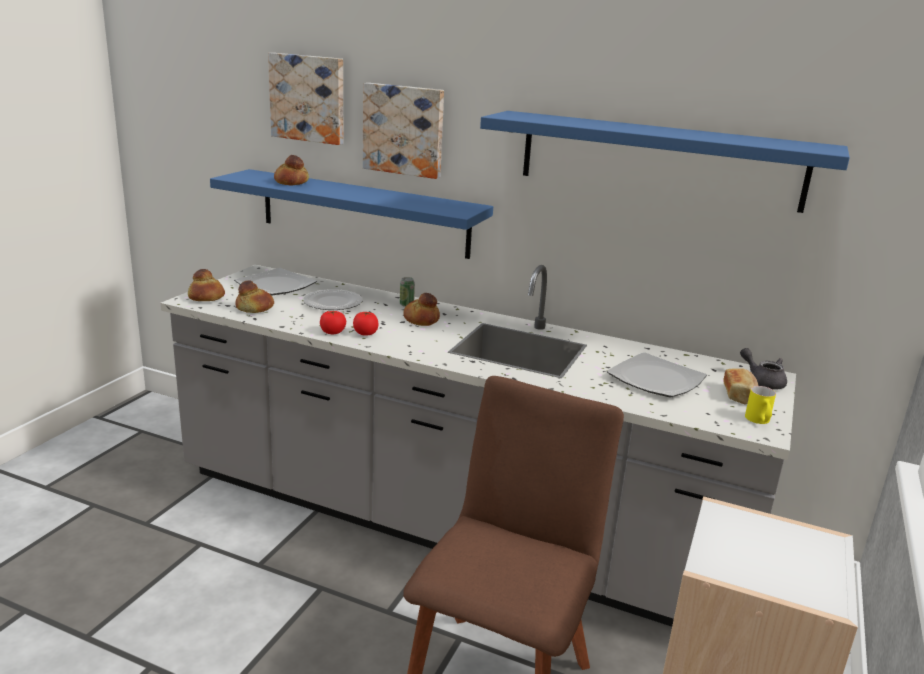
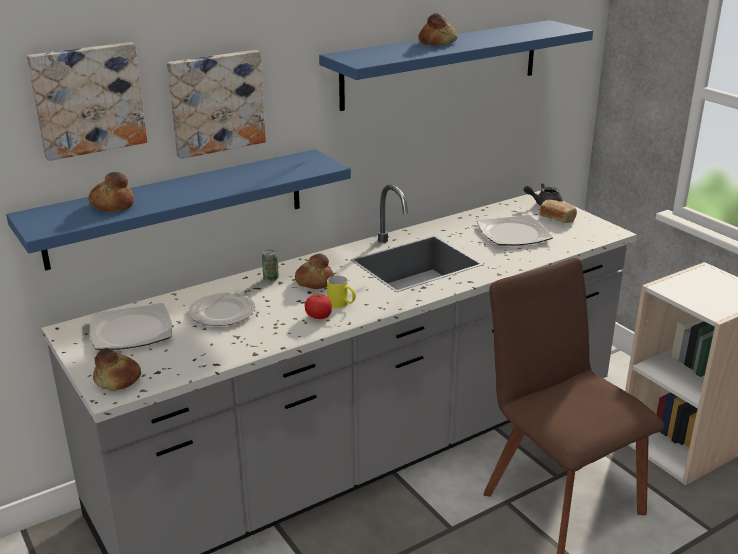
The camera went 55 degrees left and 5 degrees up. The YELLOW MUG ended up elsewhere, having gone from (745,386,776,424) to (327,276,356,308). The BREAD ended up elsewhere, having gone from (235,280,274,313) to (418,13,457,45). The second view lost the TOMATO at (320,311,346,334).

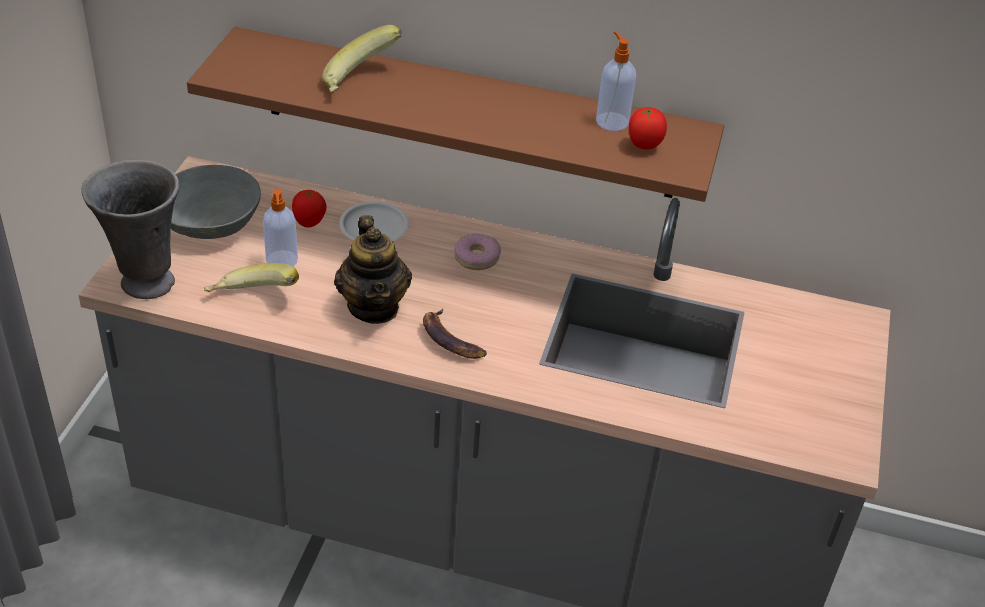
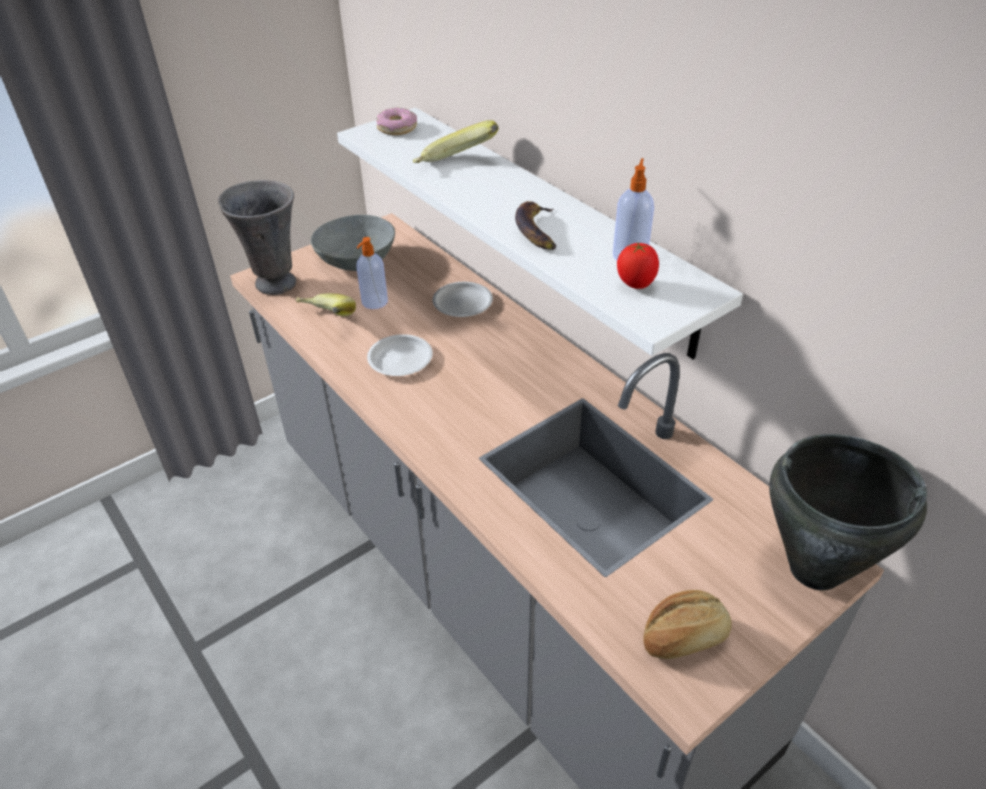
The camera went 40 degrees right and 0 degrees up. What was the BROWN SHELF at (187,27,724,202) turned into the WHITE SHELF at (337,108,743,359). Where the TEAPOT stood at (334,215,412,324), the WHITE PLATE came to stand at (367,334,433,376). The DONUT ended up elsewhere, having gone from (454,233,501,270) to (376,108,417,135). The BANANA ended up elsewhere, having gone from (423,308,487,359) to (515,201,556,250). The second view gained the BREAD at (643,590,732,659). The second view gained the BLACK COOKING POT at (769,434,927,590). The second view lost the TOMATO at (292,190,327,228).

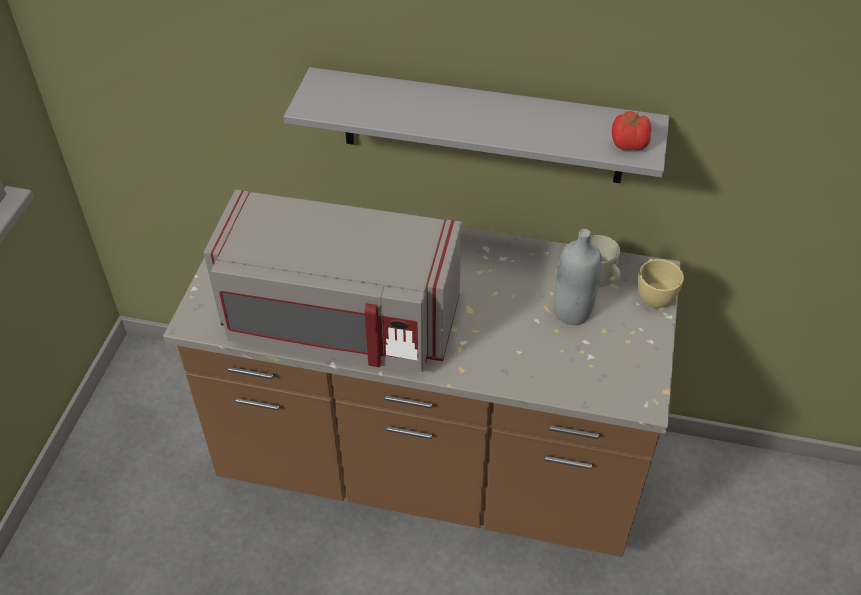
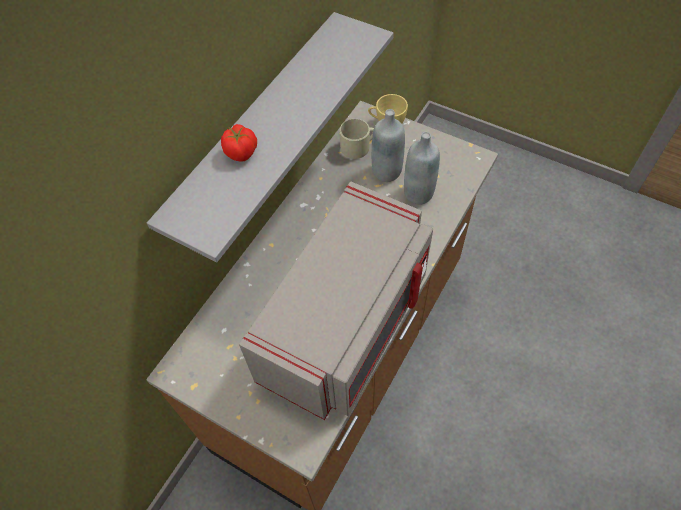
The camera went 70 degrees left and 10 degrees up. The TOMATO ended up elsewhere, having gone from (612,111,652,150) to (221,124,257,162). The second view gained the GREY BOTTLE at (404,132,440,205).

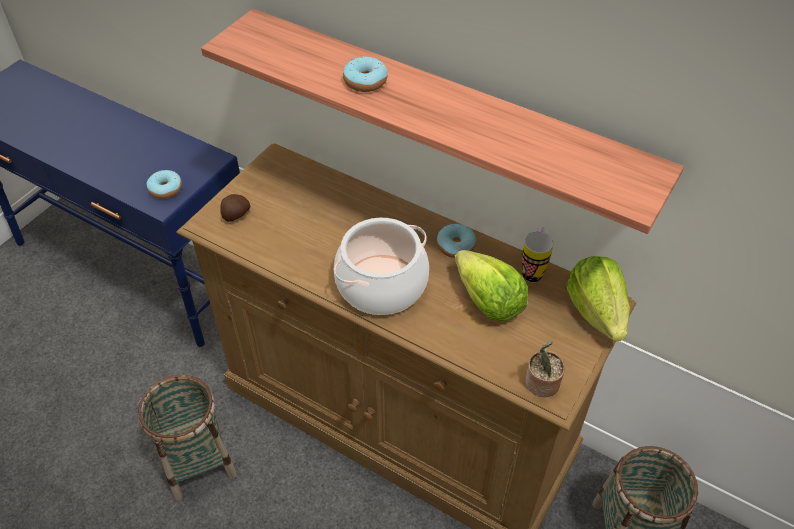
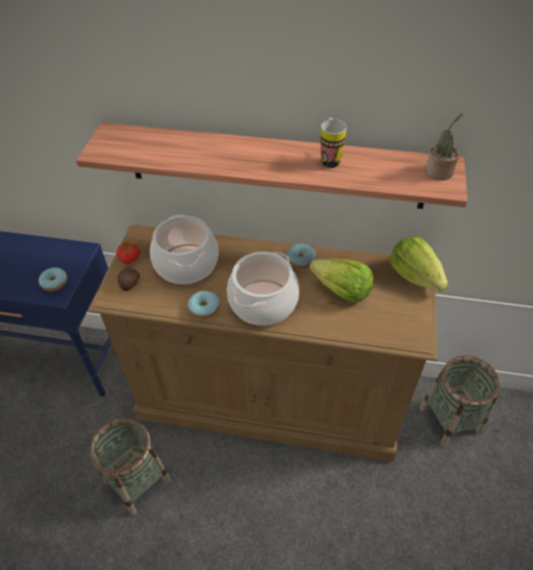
The camera went 20 degrees left and 0 degrees up. The second view gained the TOMATO at (117,243,140,264). The second view gained the COOKING POT at (150,215,219,284). The DONUT ended up elsewhere, having gone from (343,56,388,92) to (188,291,220,319). The MUG ended up elsewhere, having gone from (522,227,554,282) to (320,117,347,168). The POTTED PLANT ended up elsewhere, having gone from (525,342,565,397) to (425,113,463,180).

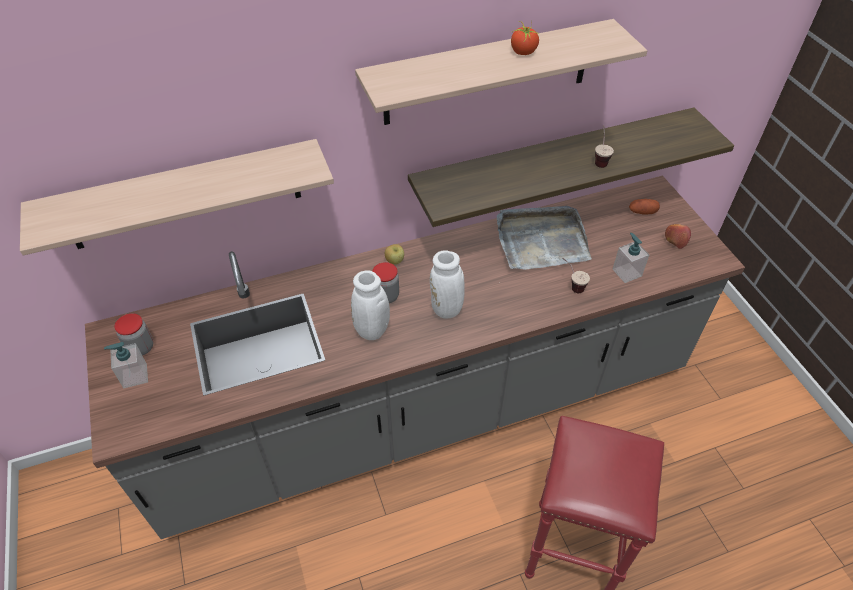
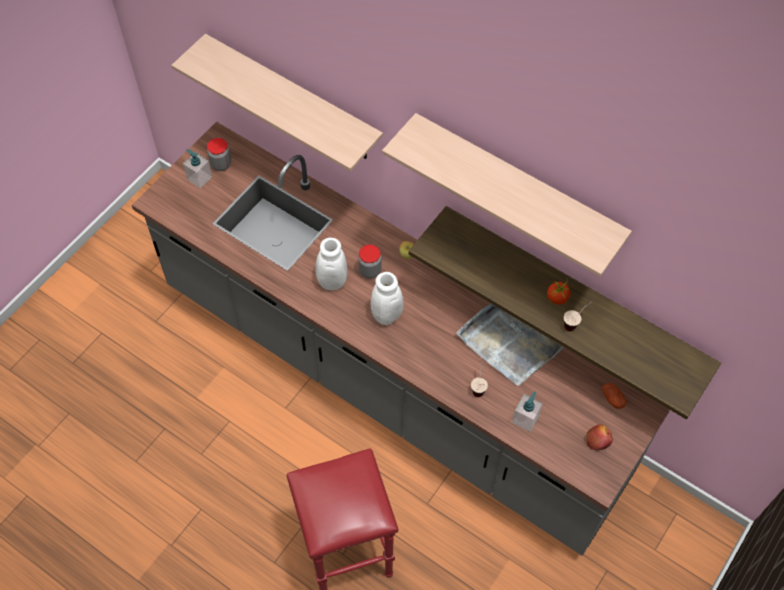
The camera went 55 degrees right and 10 degrees up. The TOMATO ended up elsewhere, having gone from (511,21,539,55) to (547,278,571,305).

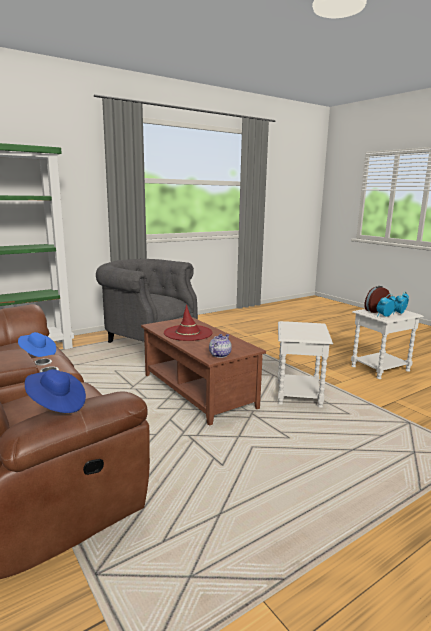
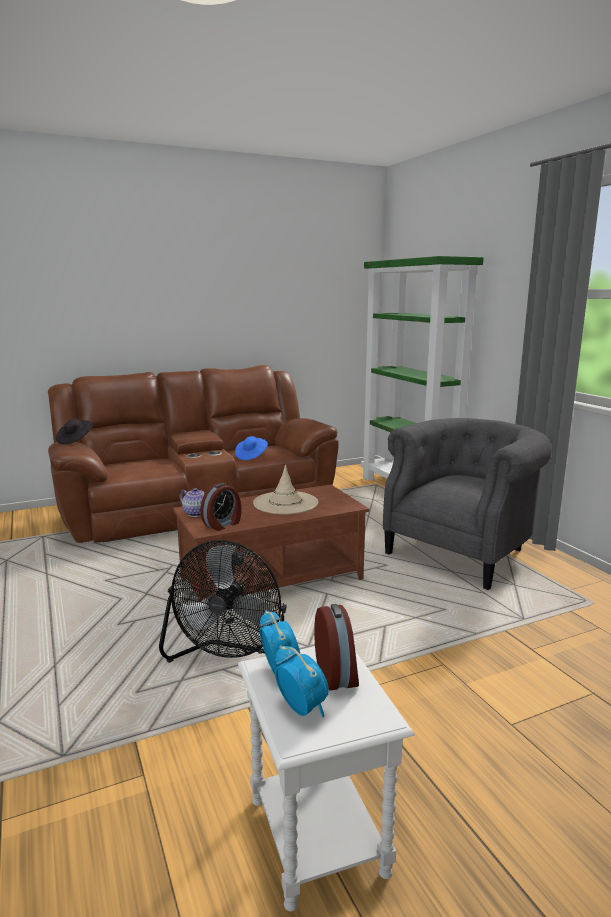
The camera went 100 degrees right and 0 degrees up. What was the BLUE HAT at (25,369,86,413) turned into the BLACK HAT at (56,418,93,444). Where the WHITE SIDE TABLE stood at (277,321,333,408), the BLACK FAN came to stand at (159,540,286,663). The second view gained the ALARM CLOCK at (200,483,242,531). What was the RED HAT at (164,305,213,341) turned into the BEIGE HAT at (253,465,318,514).

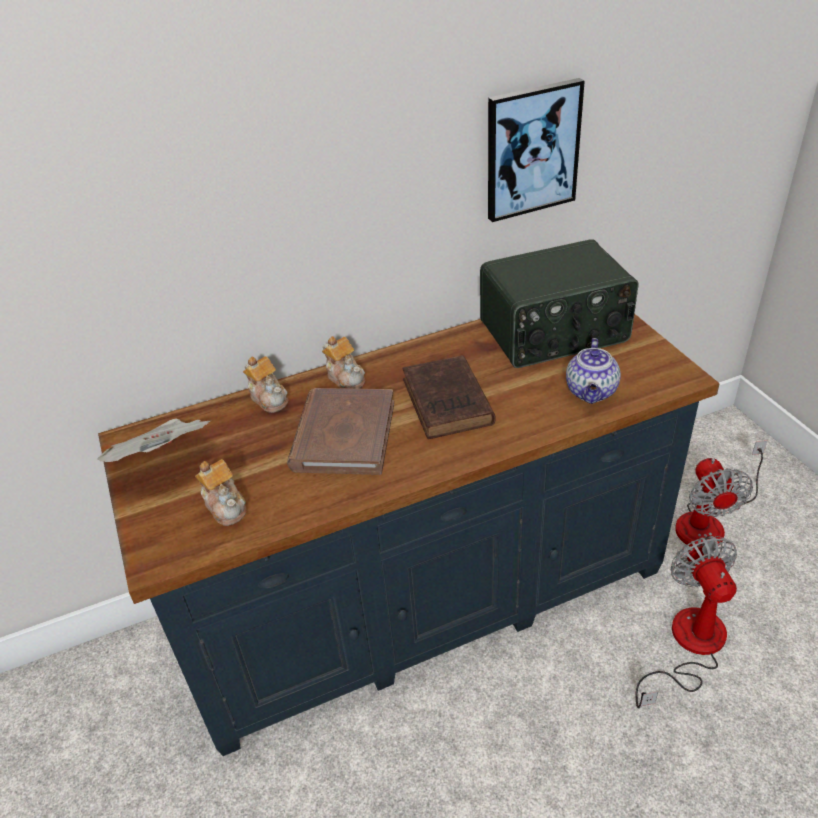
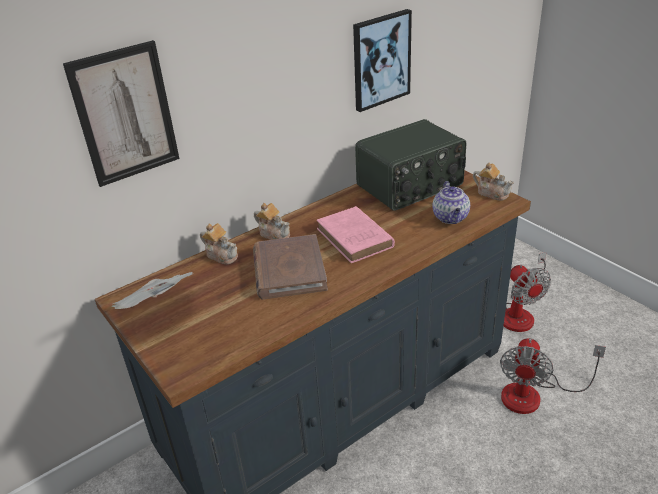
The camera went 15 degrees left and 5 degrees down. The second view gained the PICTURE at (63,40,180,187). What was the BROWN BOOK at (402,355,496,439) turned into the PINK BOOK at (316,206,395,263). The TEAPOT ended up elsewhere, having gone from (195,459,247,526) to (473,163,514,200). The FAN at (636,536,737,708) ended up facing another way, 135 degrees counterclockwise from before.

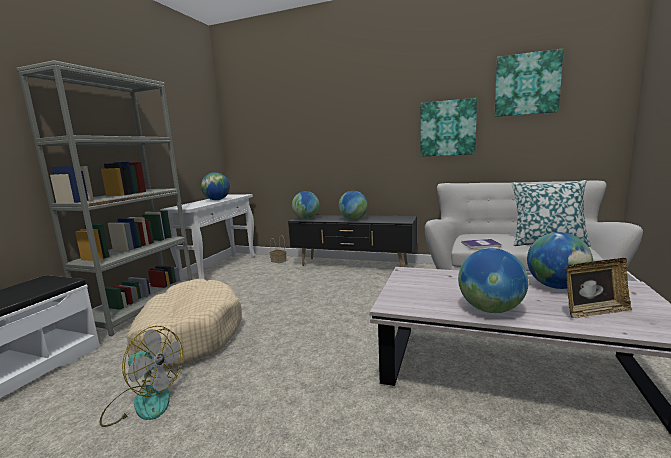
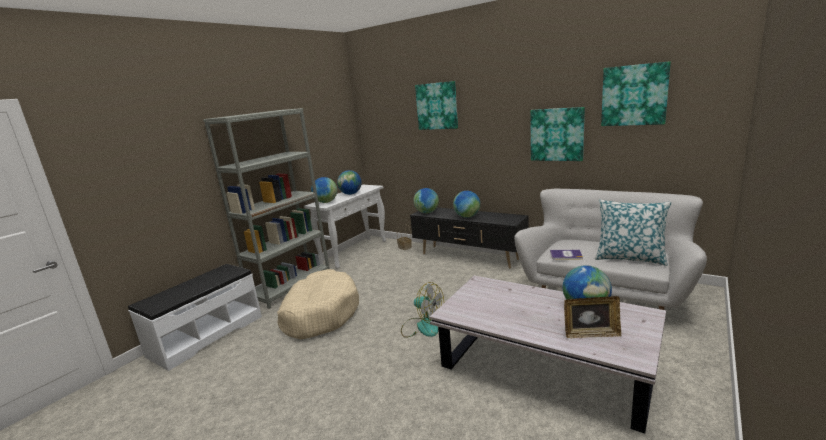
The camera went 15 degrees right and 5 degrees up. The GLOBE ended up elsewhere, having gone from (458,248,528,313) to (311,177,337,203). The FAN ended up elsewhere, having gone from (100,326,183,427) to (401,282,444,338). The second view gained the PICTURE at (415,81,458,130).

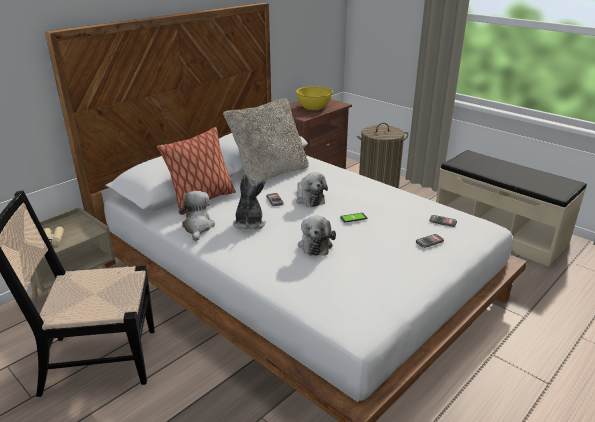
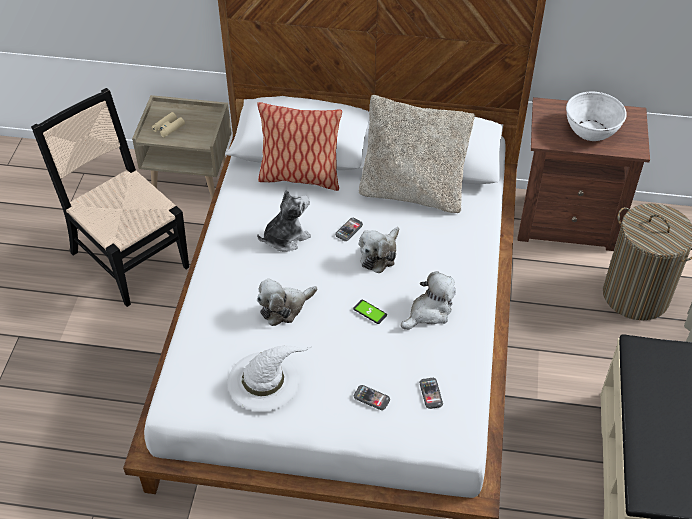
The camera went 55 degrees right and 20 degrees up. The second view gained the WHITE HAT at (227,346,312,412). The PLUSH TOY ended up elsewhere, having gone from (179,191,215,241) to (400,271,456,330). What was the YELLOW BOWL at (296,86,333,110) turned into the WHITE BOWL at (566,92,627,141).

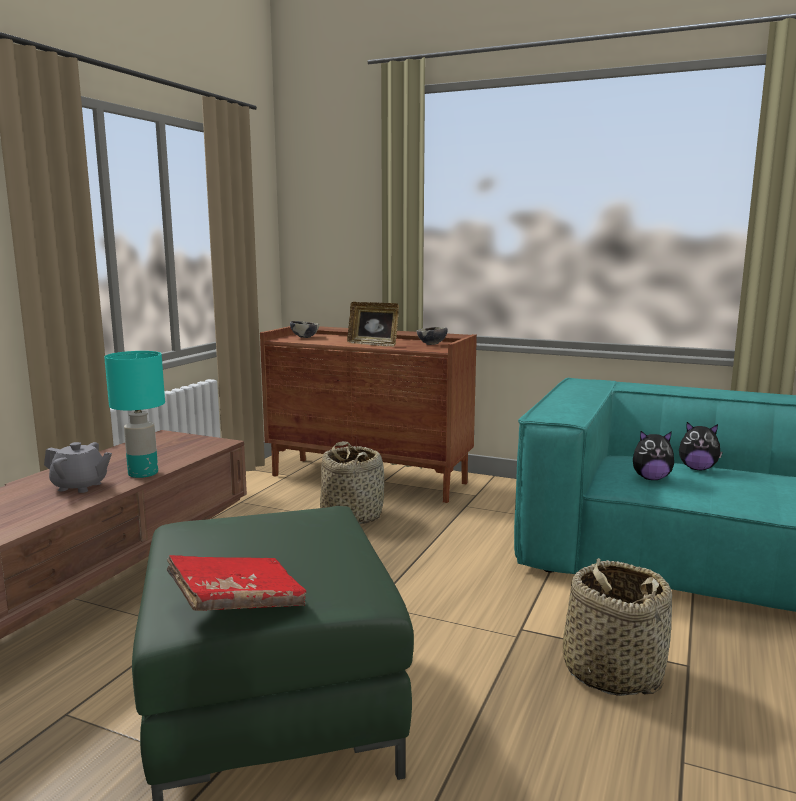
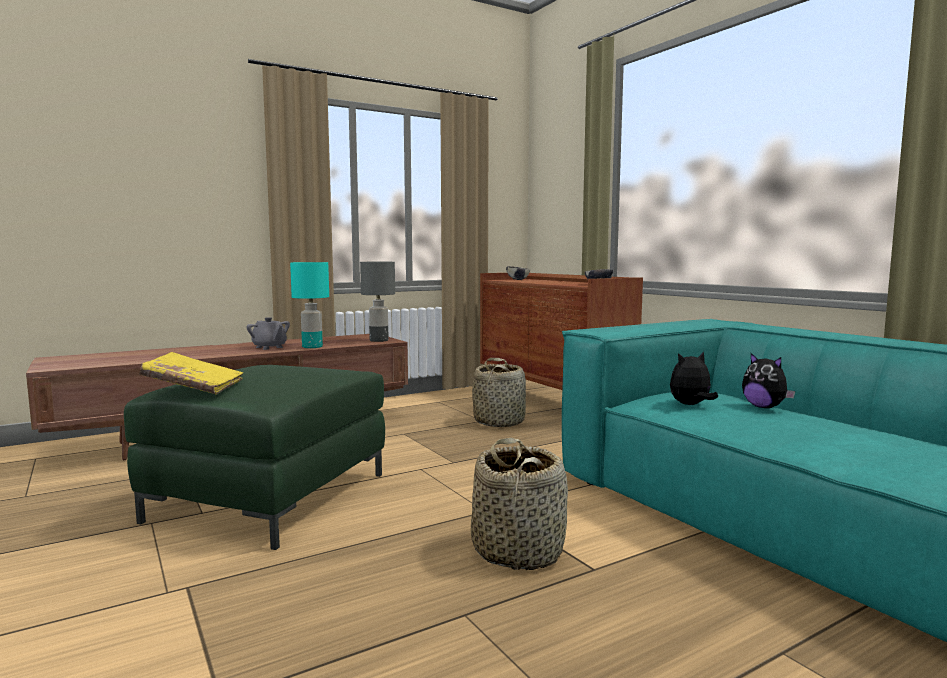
The camera went 35 degrees right and 5 degrees down. What was the RED BOOK at (166,555,306,611) turned into the YELLOW BOOK at (139,352,243,395). The second view gained the GREY TABLE LAMP at (360,262,395,342). The PLUSH TOY at (633,431,674,480) ended up facing another way, 120 degrees clockwise from before. The second view lost the PICTURE FRAME at (347,302,399,347).

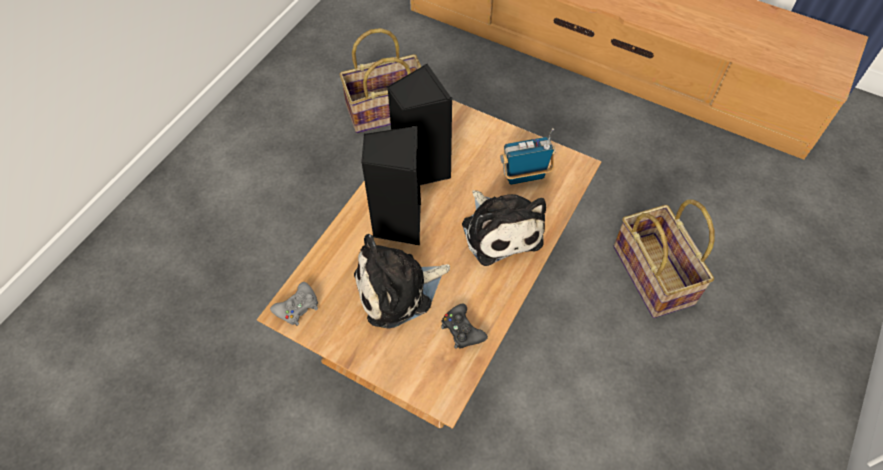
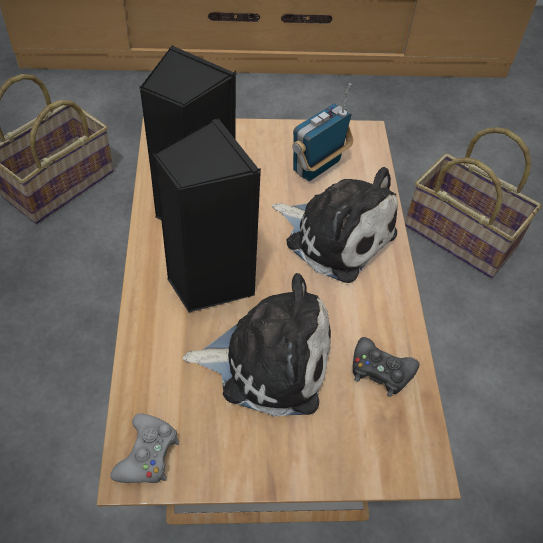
The camera went 35 degrees left and 5 degrees down. The PLUSH TOY at (354,234,450,329) ended up facing another way, 120 degrees counterclockwise from before.

